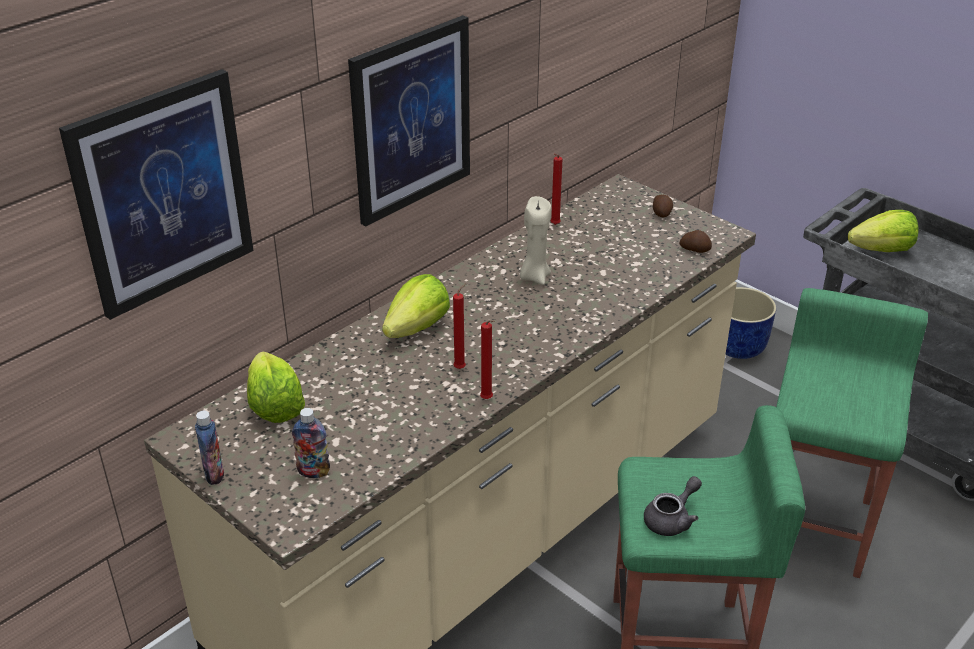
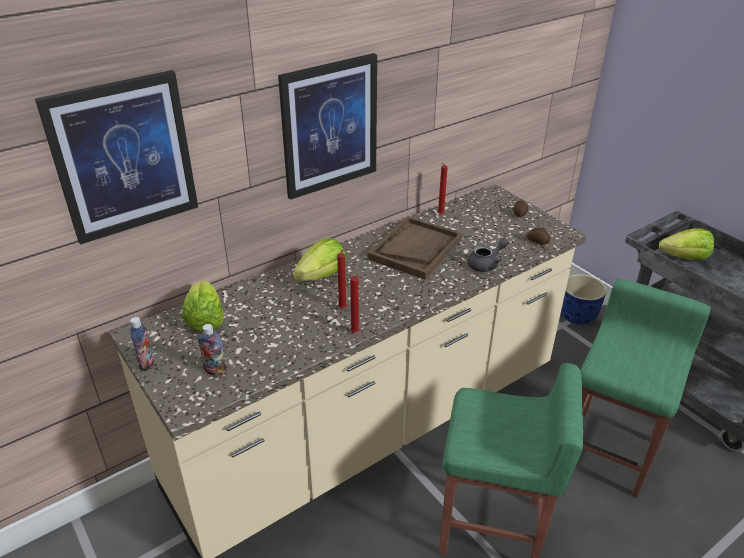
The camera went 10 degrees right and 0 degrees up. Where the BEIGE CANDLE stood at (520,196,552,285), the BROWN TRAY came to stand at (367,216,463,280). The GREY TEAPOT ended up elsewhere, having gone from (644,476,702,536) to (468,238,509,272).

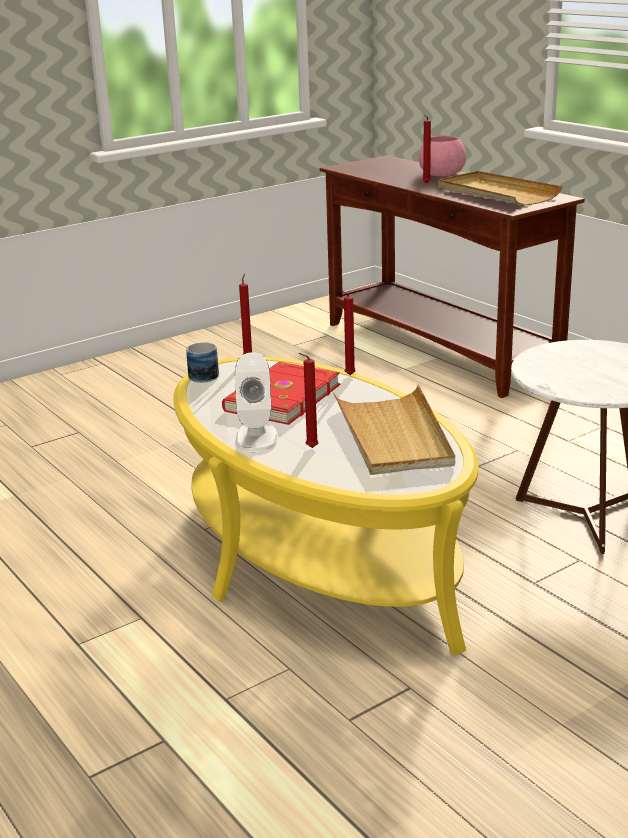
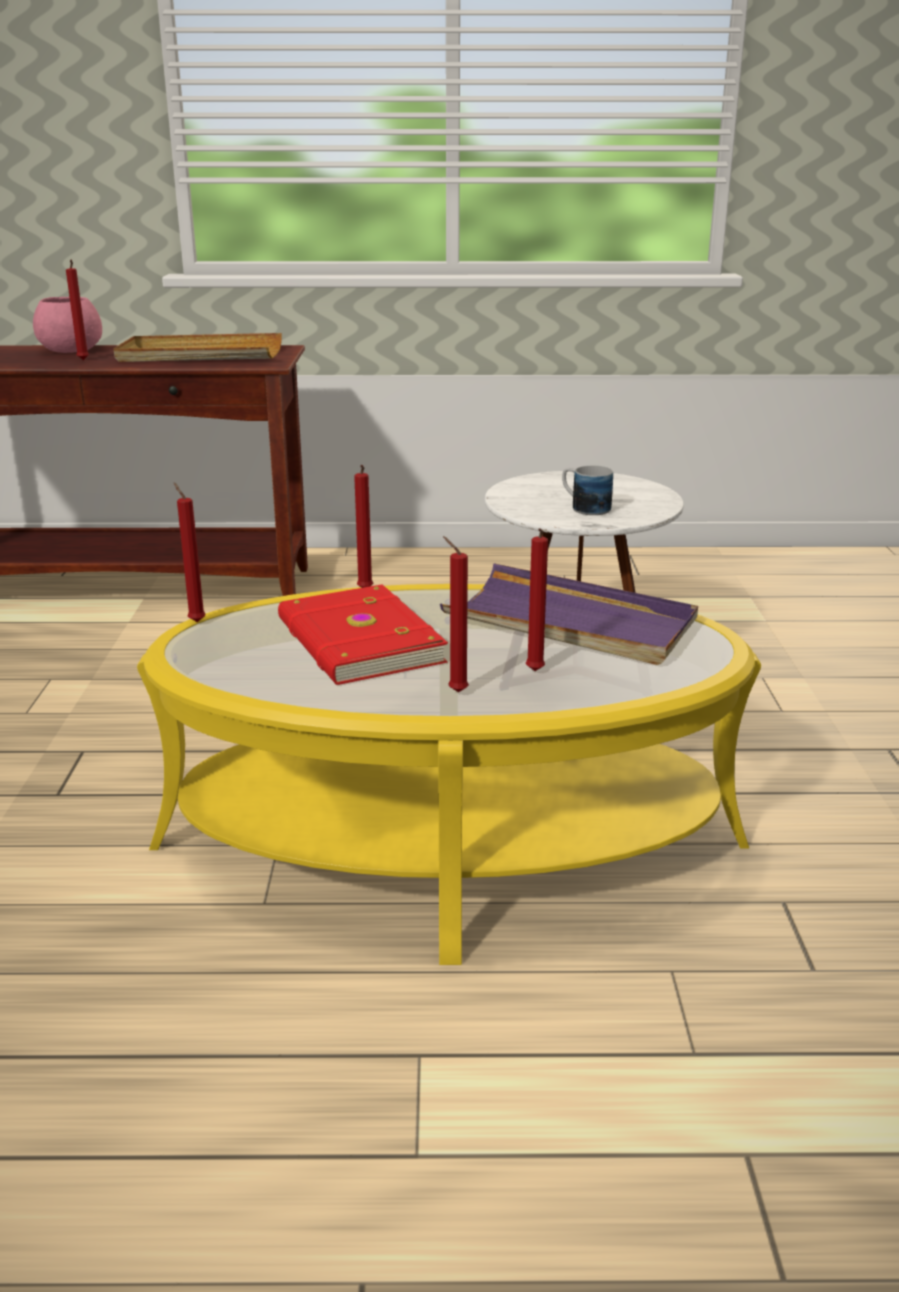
The camera went 55 degrees left and 0 degrees up. What was the BEIGE TRAY at (333,385,455,475) turned into the PURPLE TRAY at (440,563,698,665). Where the WHITE SPEAKER stood at (235,352,278,452), the RED CANDLE came to stand at (443,536,469,692). The MUG ended up elsewhere, having gone from (186,341,219,383) to (562,466,613,515).

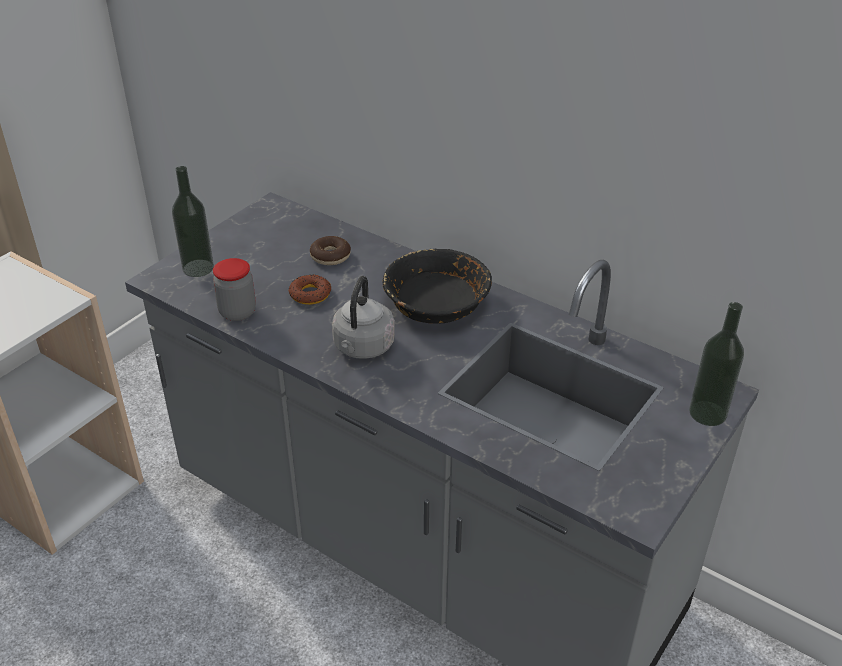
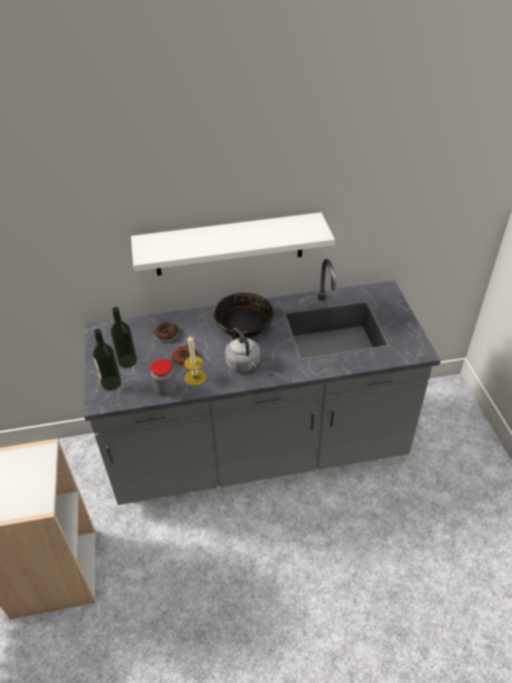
The camera went 45 degrees left and 5 degrees up. The BOTTLE ended up elsewhere, having gone from (689,302,744,426) to (111,307,137,368). The second view gained the WHITE SHELF at (131,212,335,276). The second view gained the CANDLE at (184,335,207,386).

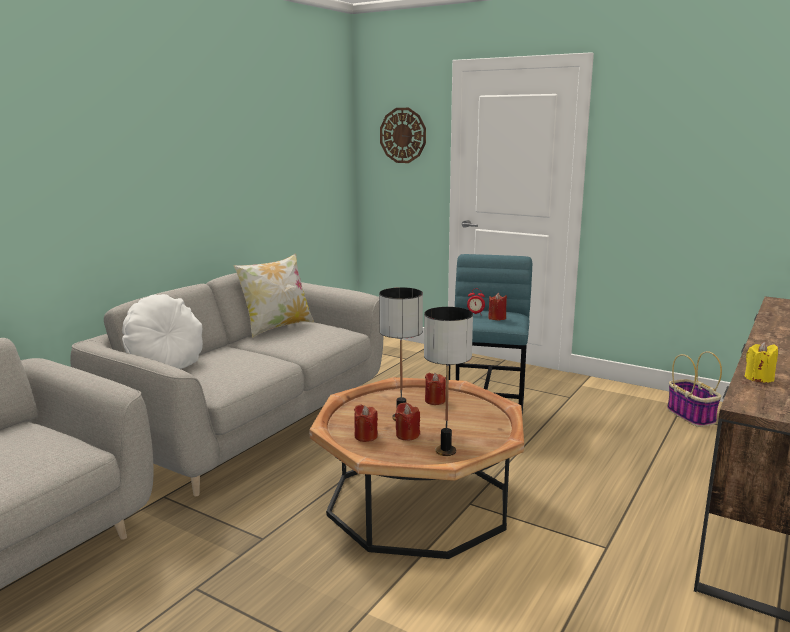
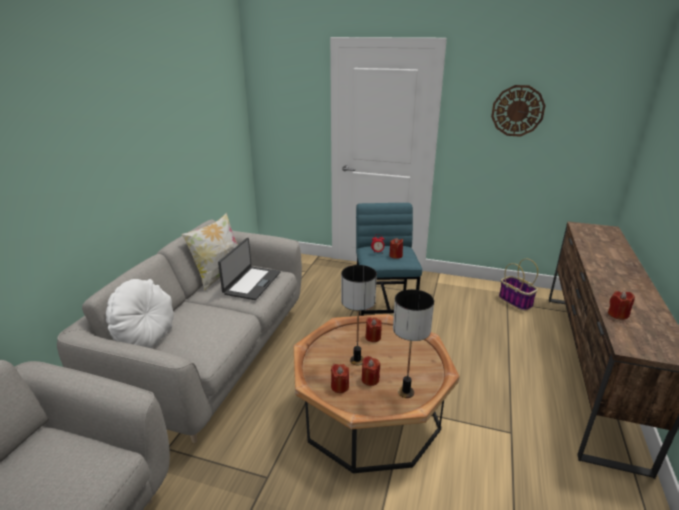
The camera went 15 degrees left and 10 degrees up. The second view gained the LAPTOP at (218,238,280,300). The WALL CLOCK ended up elsewhere, having gone from (380,108,426,163) to (491,85,546,137). What was the YELLOW CANDLE at (745,342,778,383) turned into the RED CANDLE at (608,291,635,319).

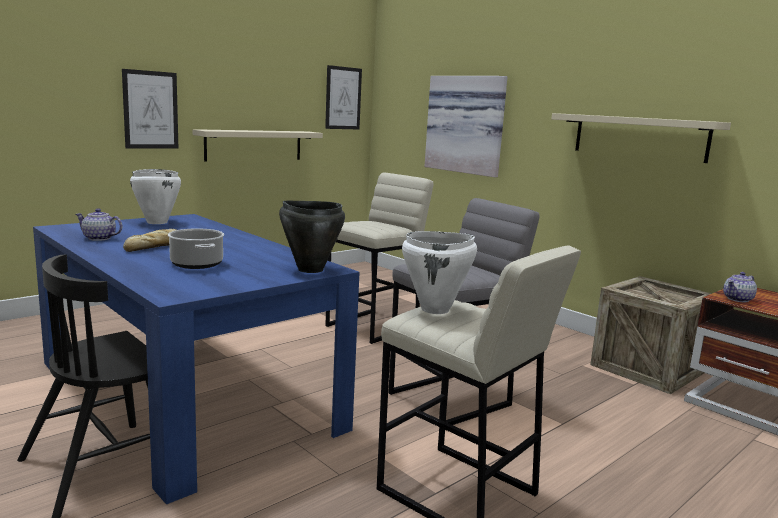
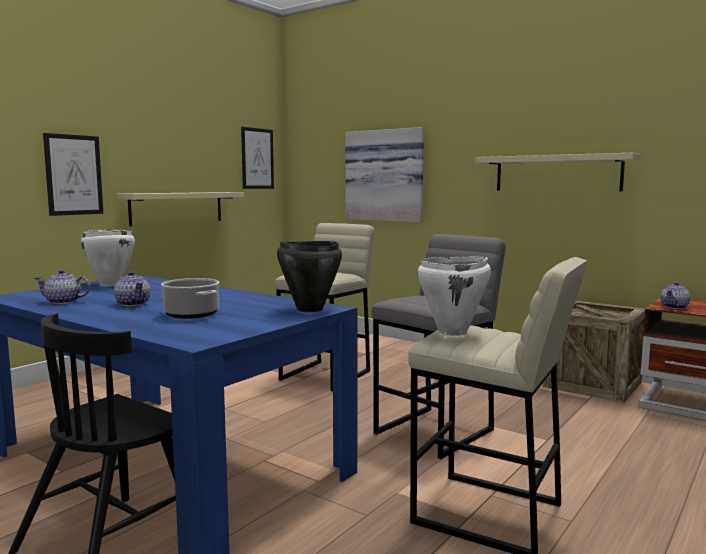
The camera went 10 degrees left and 5 degrees down. Where the BREAD stood at (123,229,176,252), the TEAPOT came to stand at (114,271,151,306).

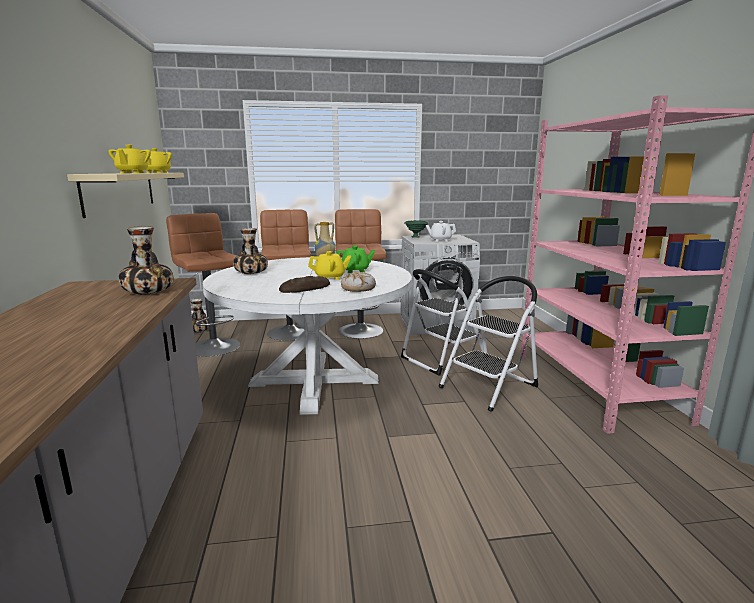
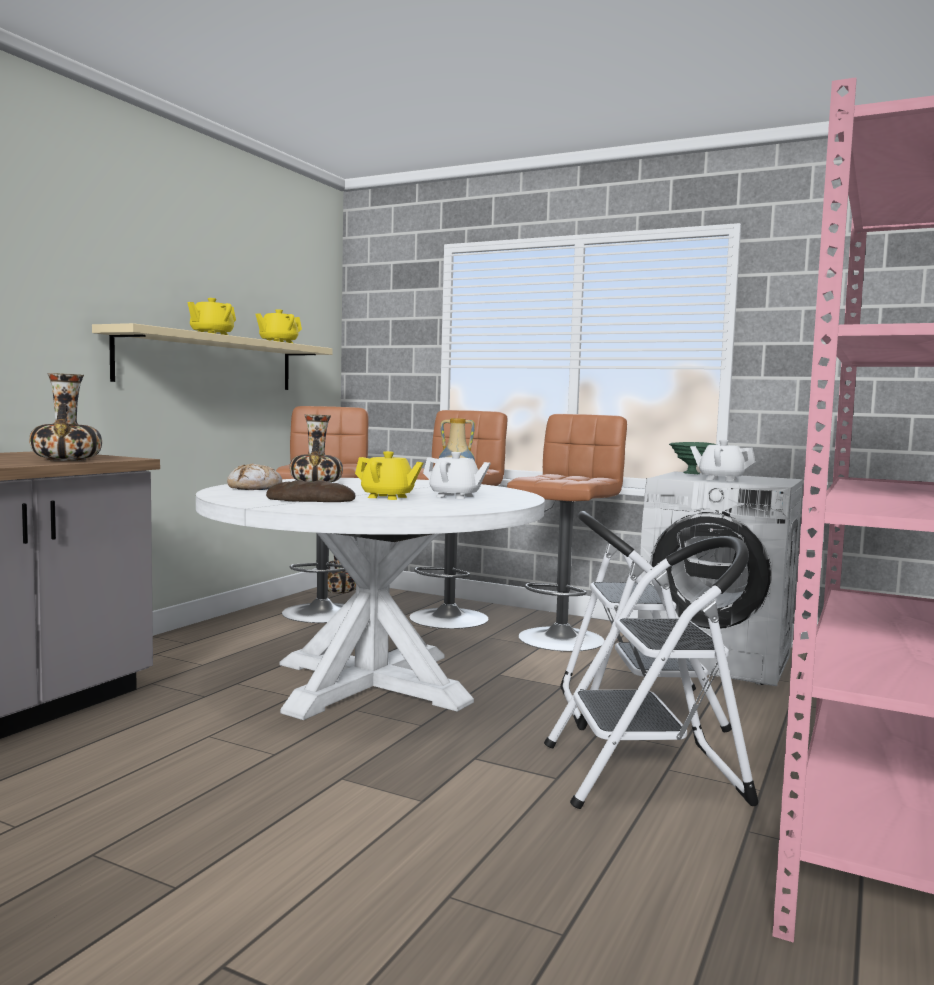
The camera went 35 degrees right and 10 degrees down. The BREAD ended up elsewhere, having gone from (341,272,376,292) to (227,463,282,490). What was the GREEN TEAPOT at (337,246,375,273) turned into the WHITE TEAPOT at (423,452,491,499).

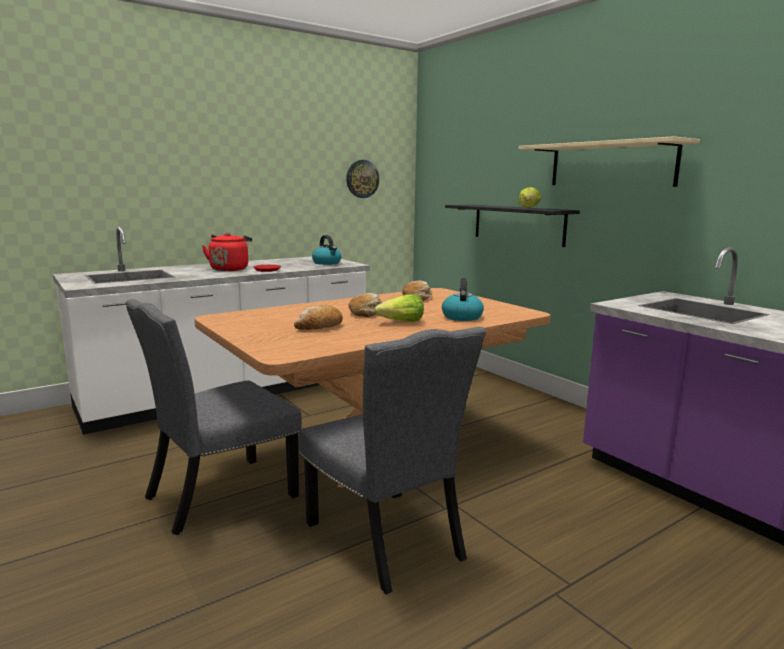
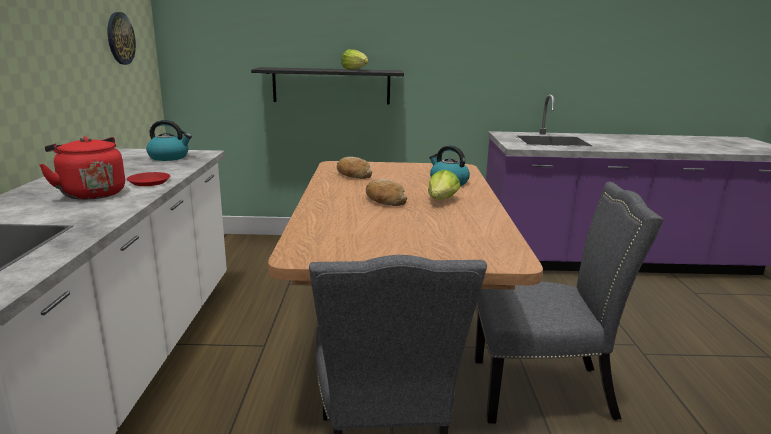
The camera went 55 degrees left and 5 degrees up. The second view lost the BREAD at (294,305,343,330). The second view lost the BEIGE SHELF at (519,136,700,187).

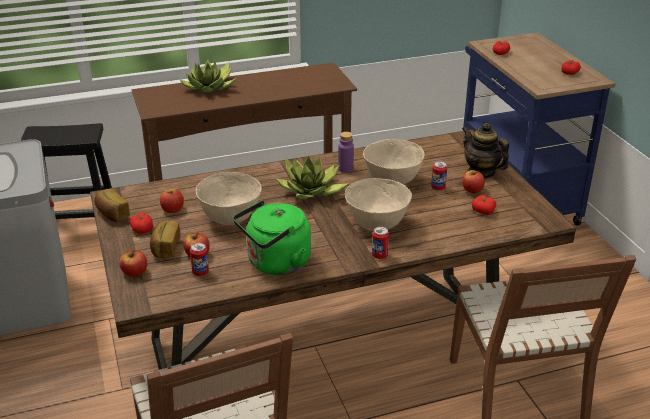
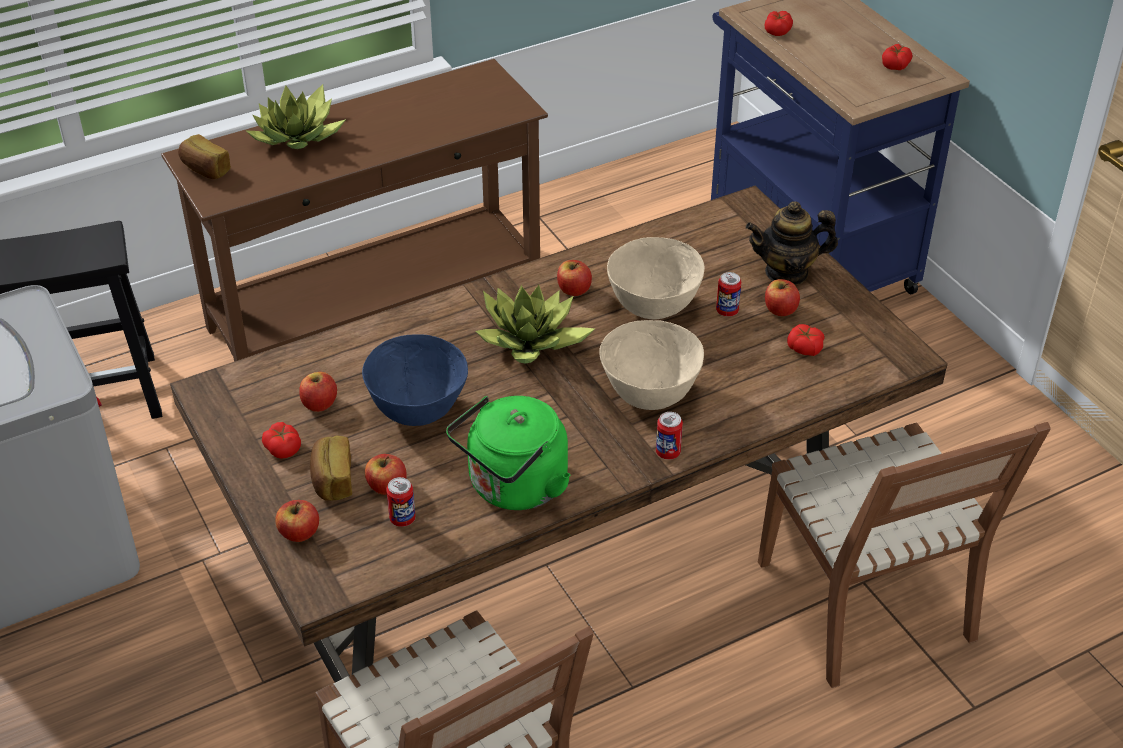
The camera went 10 degrees left and 10 degrees up. The BREAD ended up elsewhere, having gone from (94,188,130,222) to (178,134,231,179). What was the BEIGE BOWL at (196,172,262,225) turned into the BLUE BOWL at (362,334,468,426). Where the PURPLE BOTTLE stood at (338,132,354,173), the APPLE came to stand at (557,260,592,296). The TEAPOT at (462,123,509,179) ended up facing another way, 45 degrees counterclockwise from before.

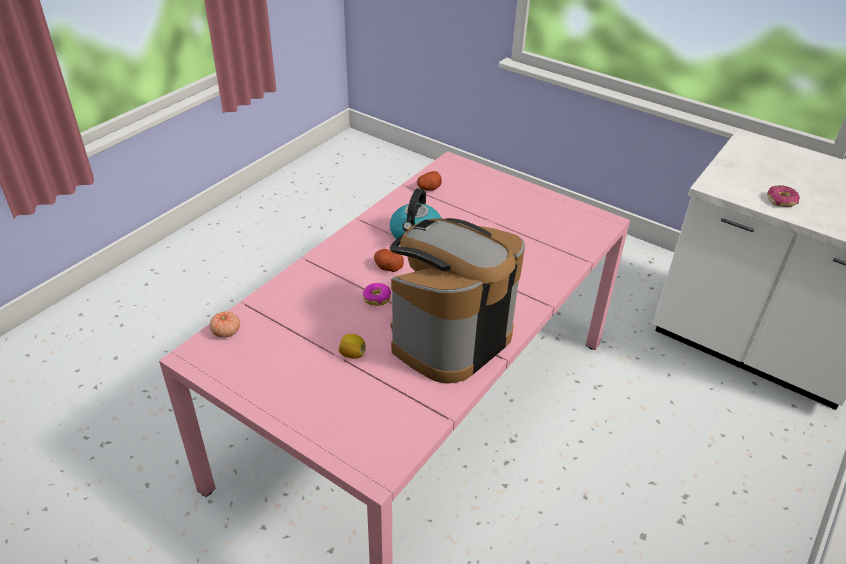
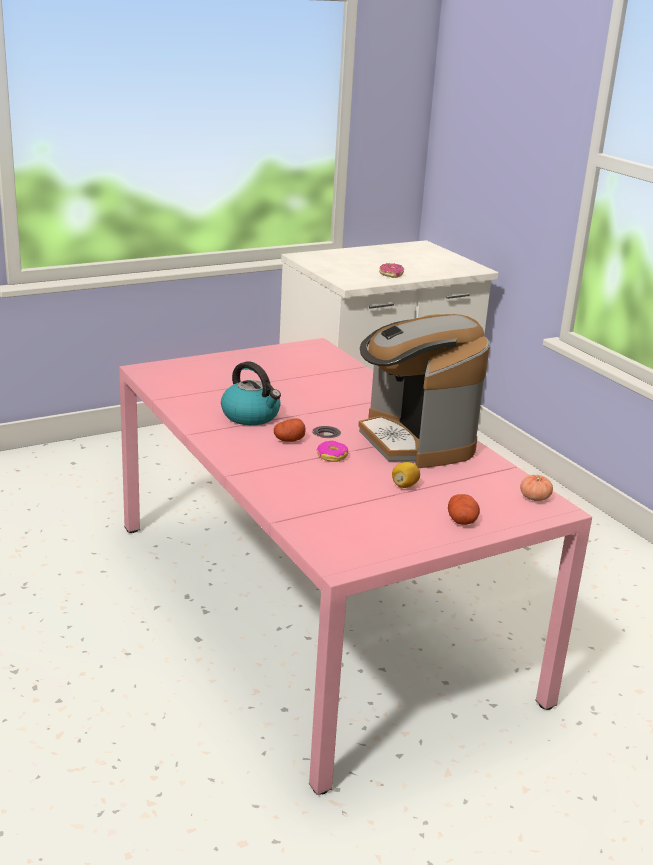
The camera went 65 degrees left and 15 degrees down. The POTATO ended up elsewhere, having gone from (417,171,442,191) to (448,494,480,525). The TOMATO ended up elsewhere, having gone from (210,311,240,338) to (520,475,553,501).

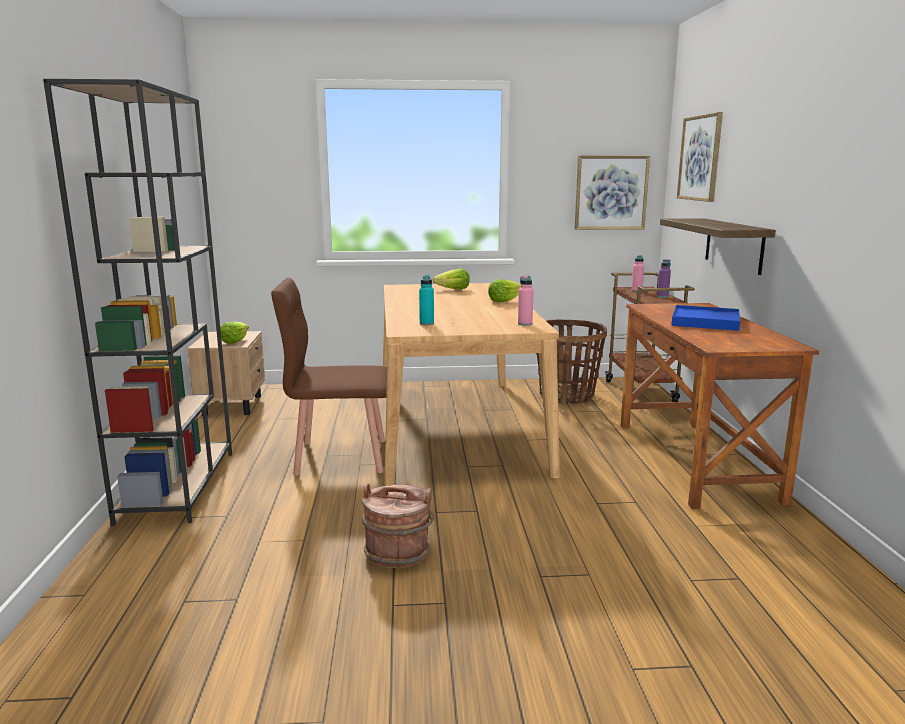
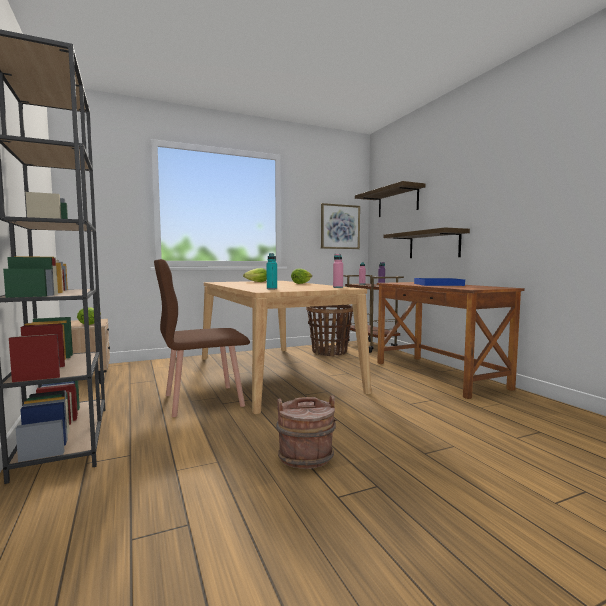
The camera went 20 degrees left and 10 degrees down. Where the PICTURE hung at (677,112,723,202), the SHELF came to hang at (355,181,425,217).

